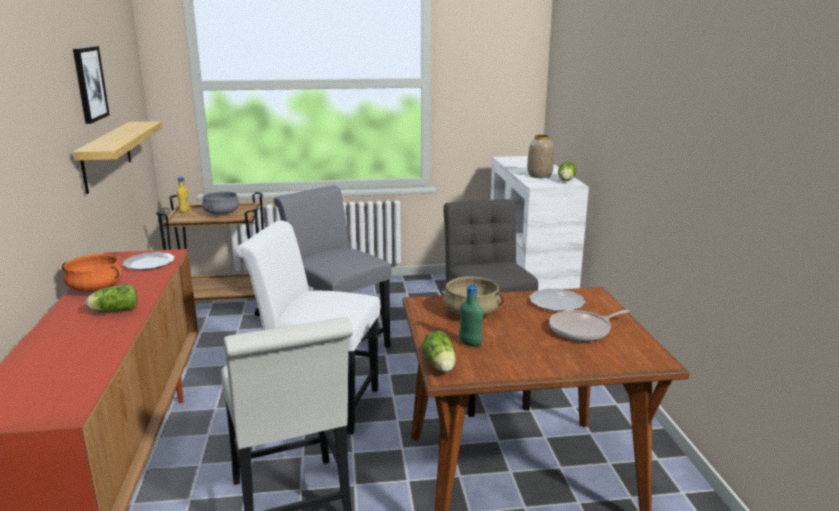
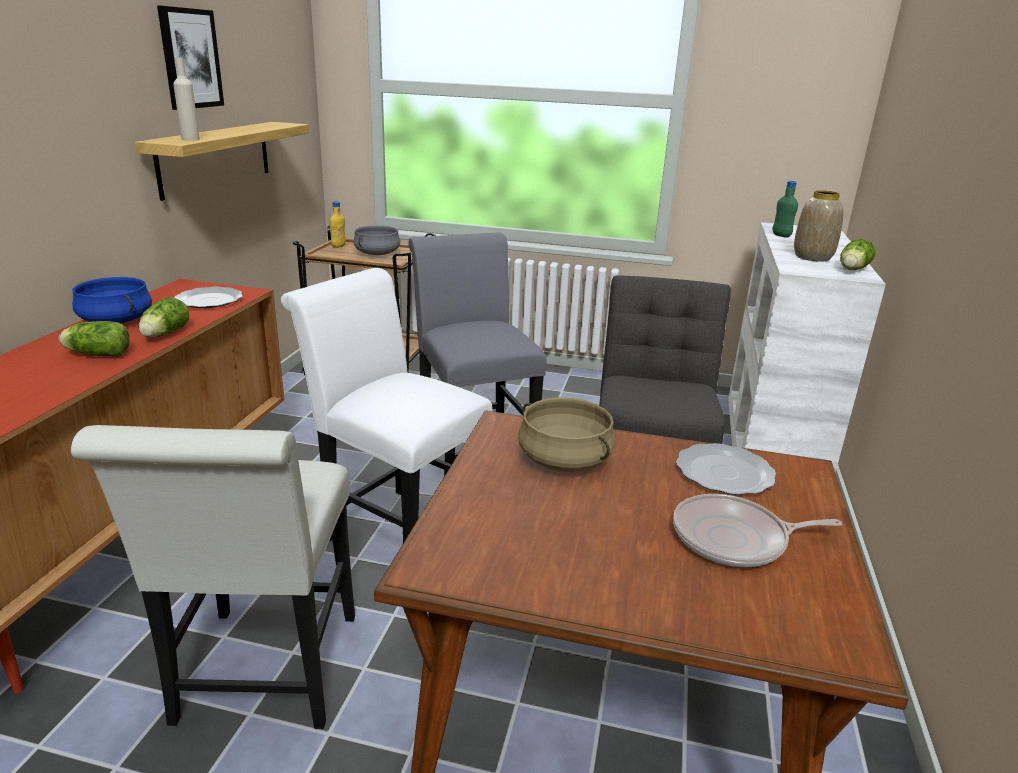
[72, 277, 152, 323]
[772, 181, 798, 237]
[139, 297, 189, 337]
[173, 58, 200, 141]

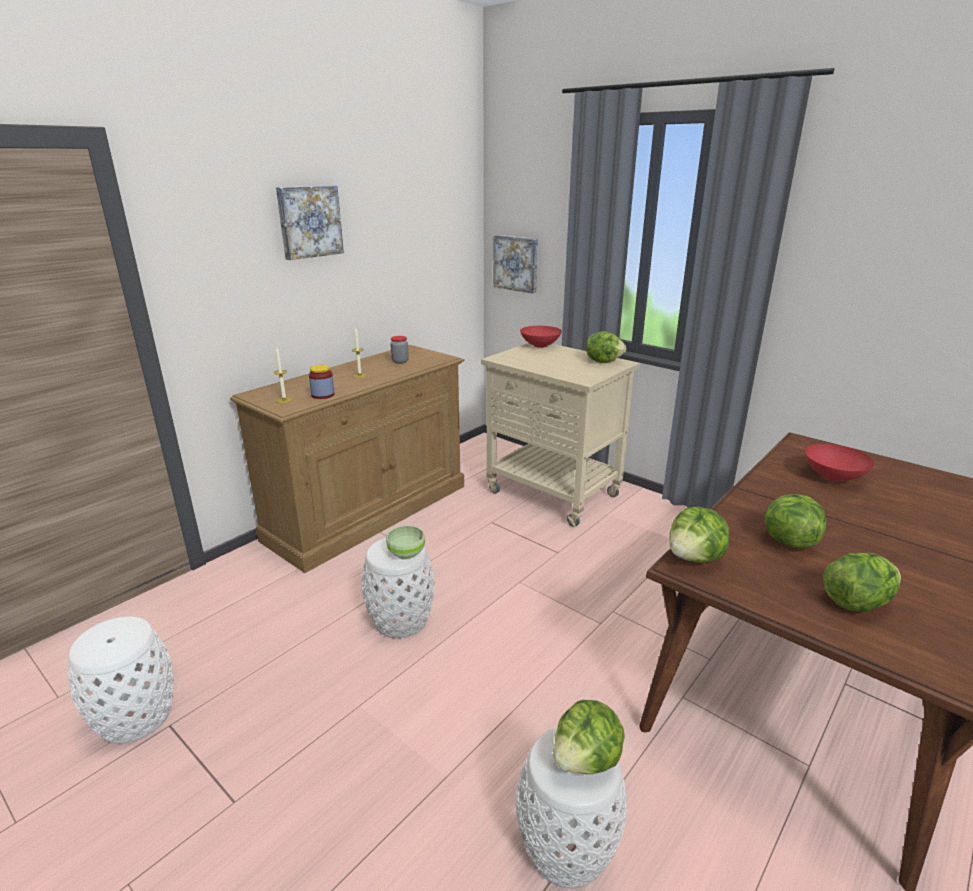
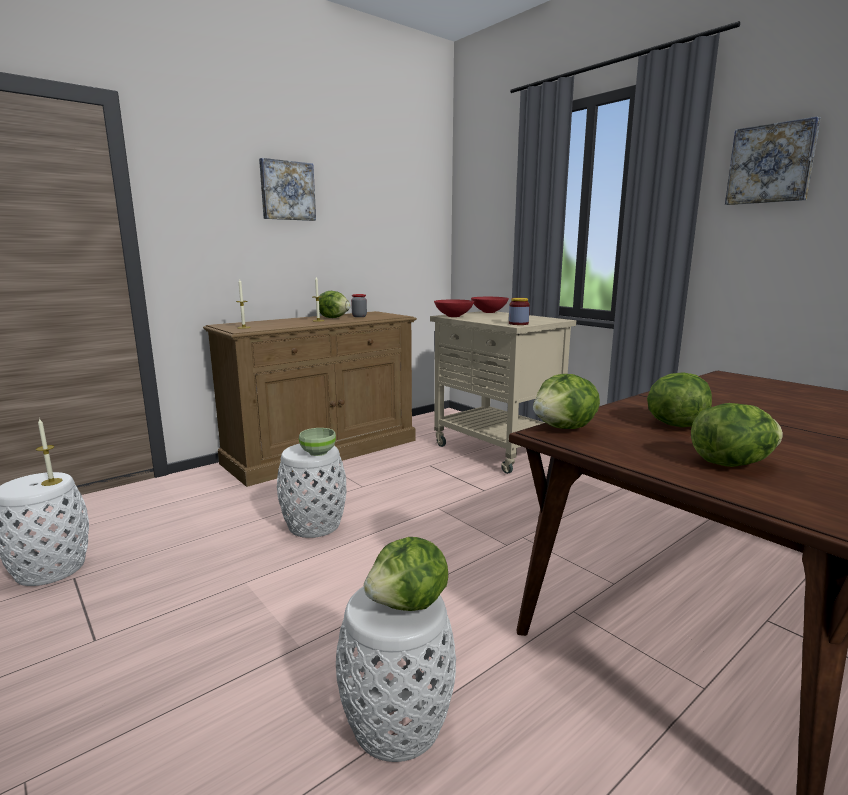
[725, 116, 821, 205]
[319, 291, 350, 318]
[509, 298, 530, 325]
[434, 300, 474, 317]
[36, 418, 62, 486]

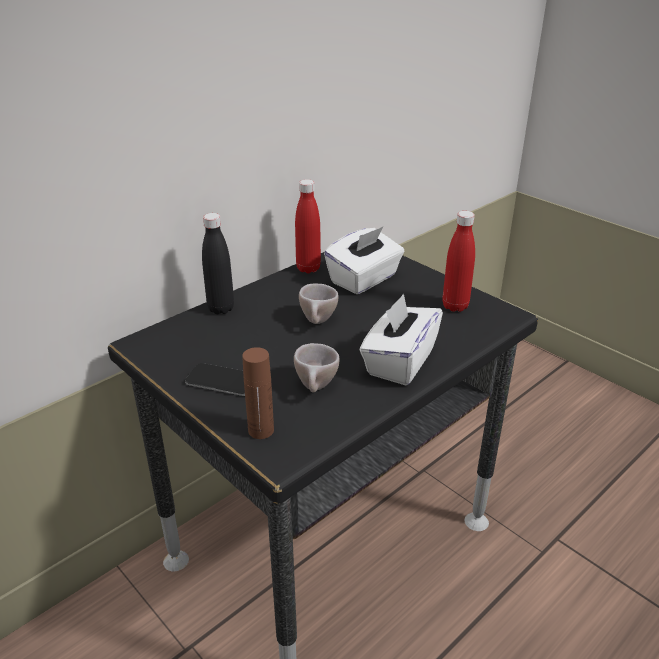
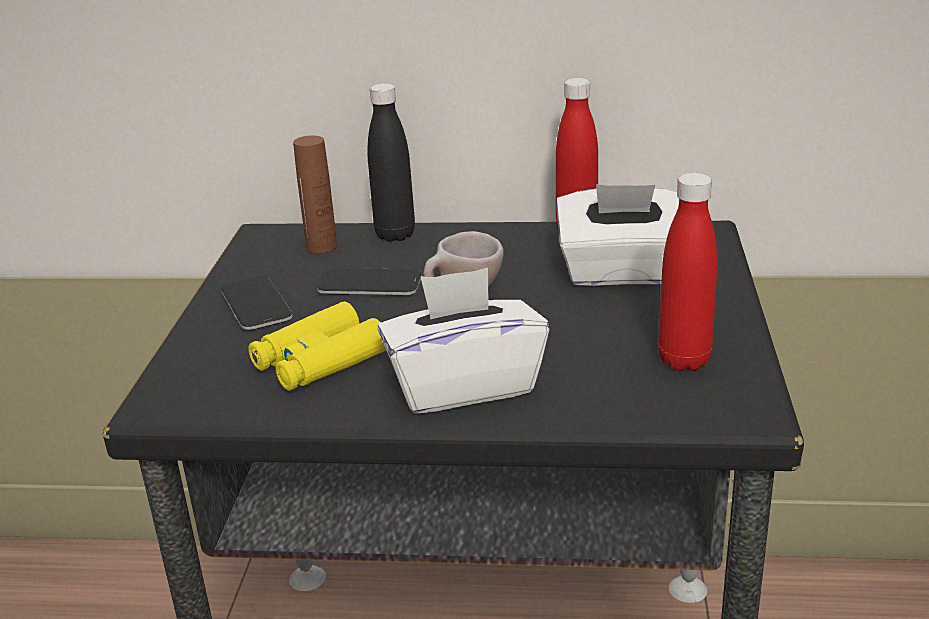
[248, 301, 386, 391]
[293, 135, 337, 253]
[317, 268, 422, 295]

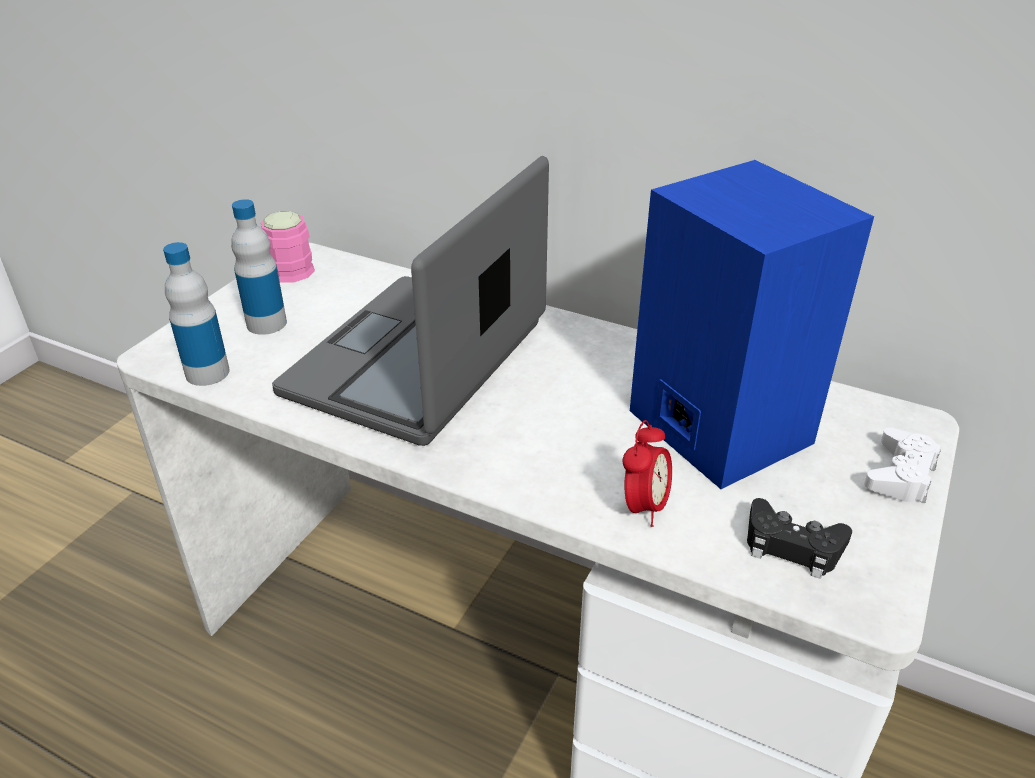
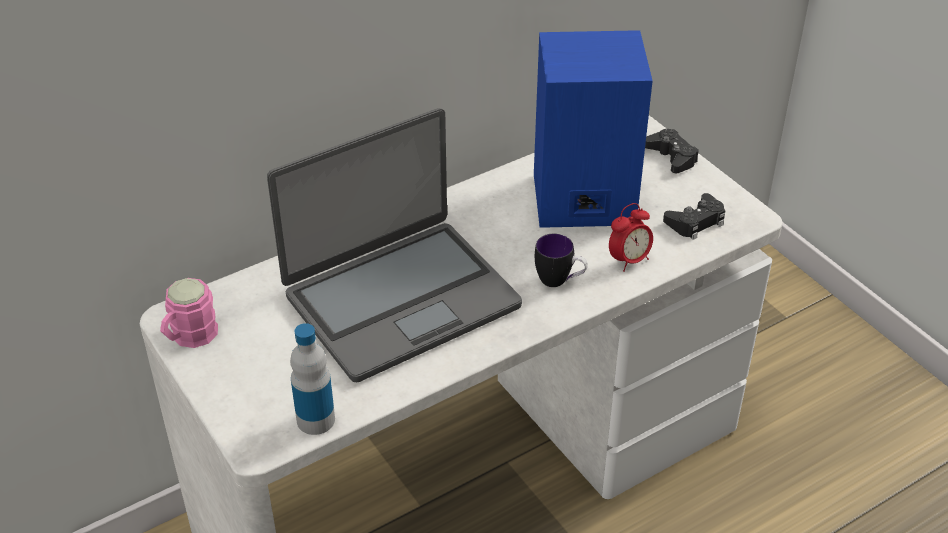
[267, 108, 522, 382]
[231, 199, 287, 335] (first image)
[609, 203, 653, 272]
[645, 129, 699, 173]
[535, 234, 588, 287]

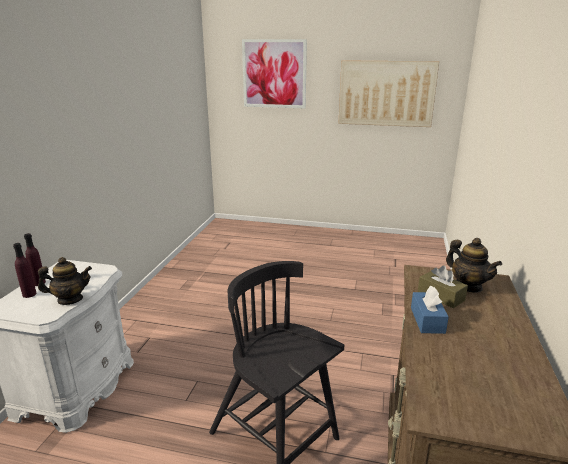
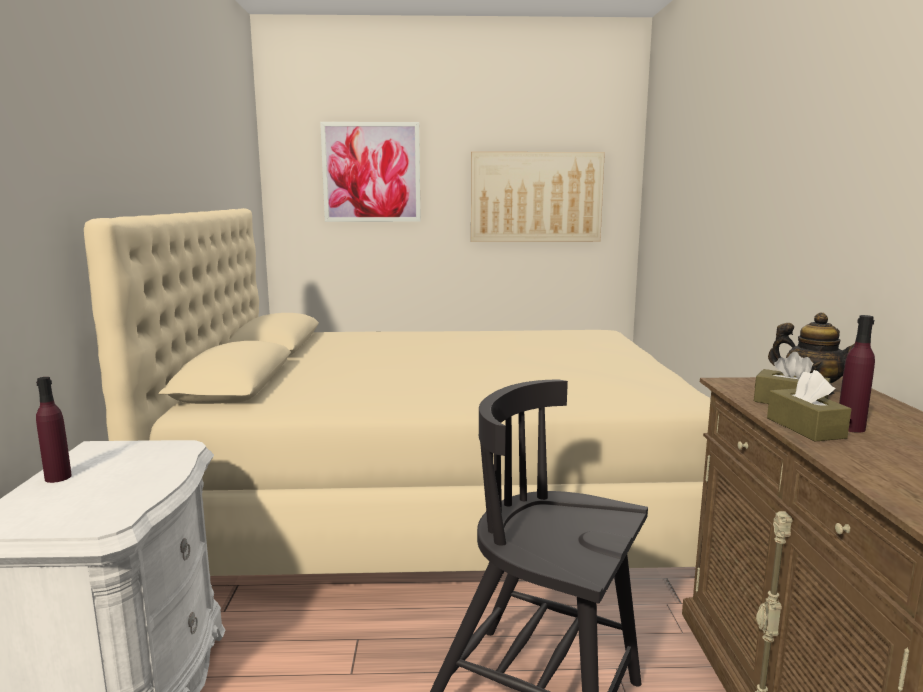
[839, 315, 875, 433]
[38, 257, 92, 305] (first image)
[767, 370, 851, 441]
[84, 208, 711, 576]

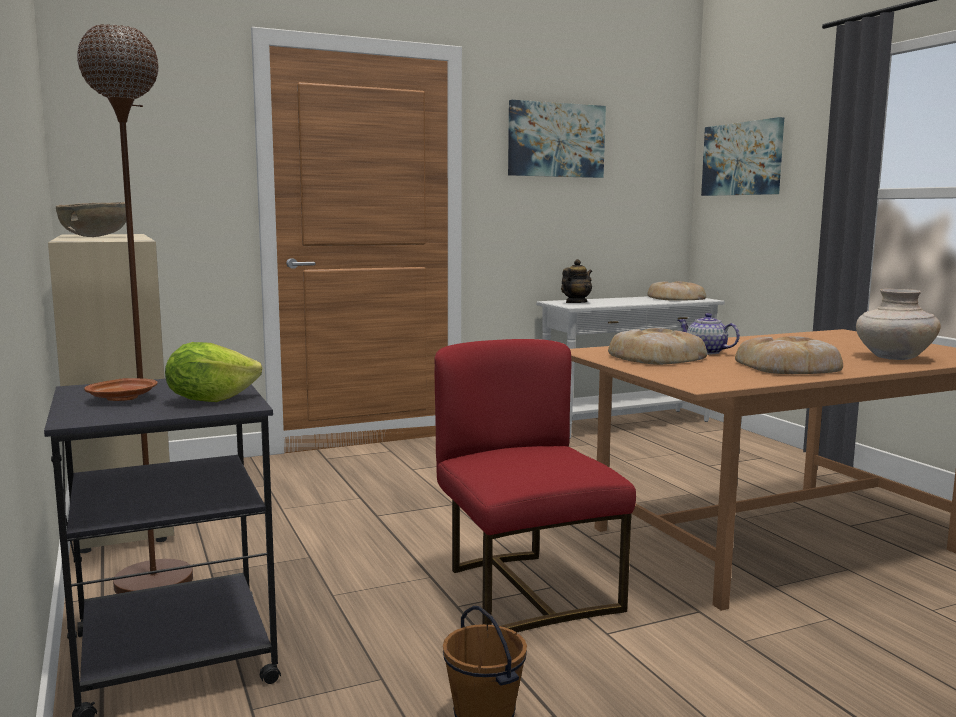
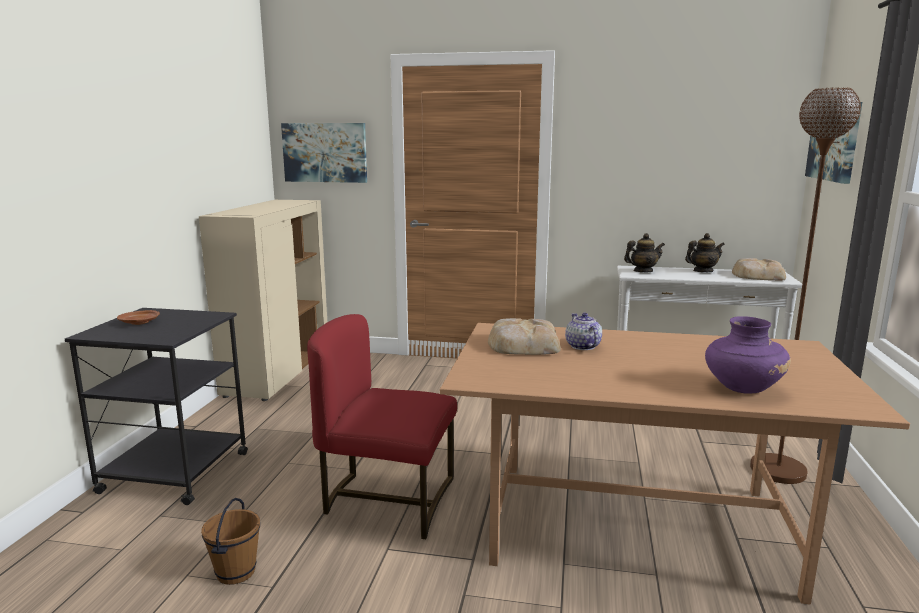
[750, 87, 861, 484]
[281, 123, 367, 183]
[56, 202, 126, 237] (first image)
[705, 316, 791, 394]
[735, 336, 843, 374] (first image)
[307, 314, 457, 539]
[165, 342, 262, 402] (first image)
[685, 233, 725, 272]

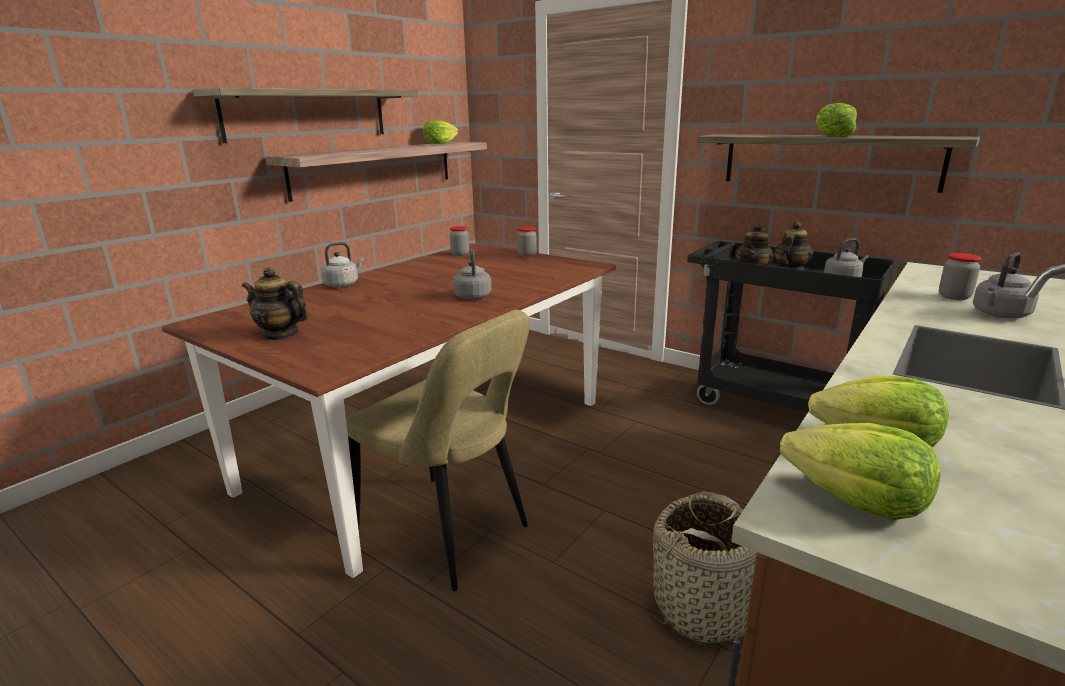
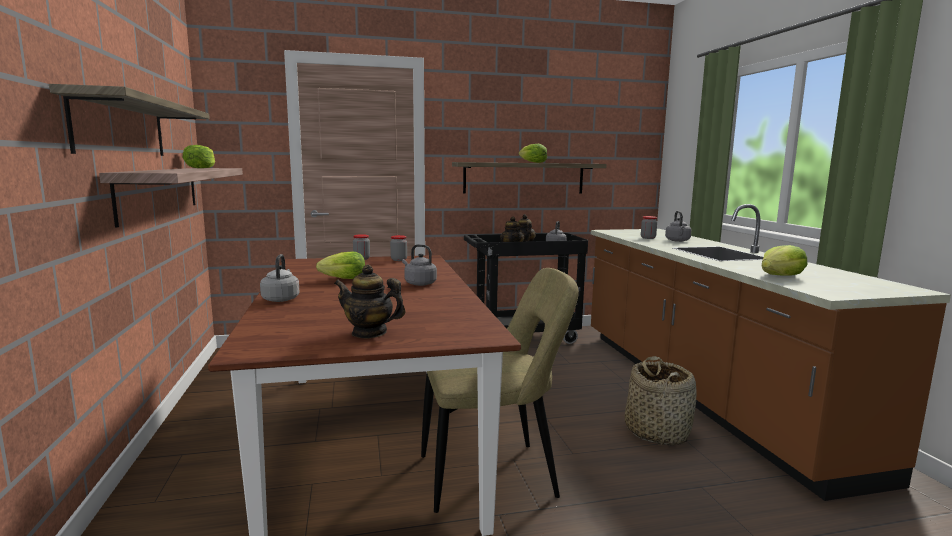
[390, 235, 407, 261]
[334, 264, 406, 339]
[316, 252, 365, 279]

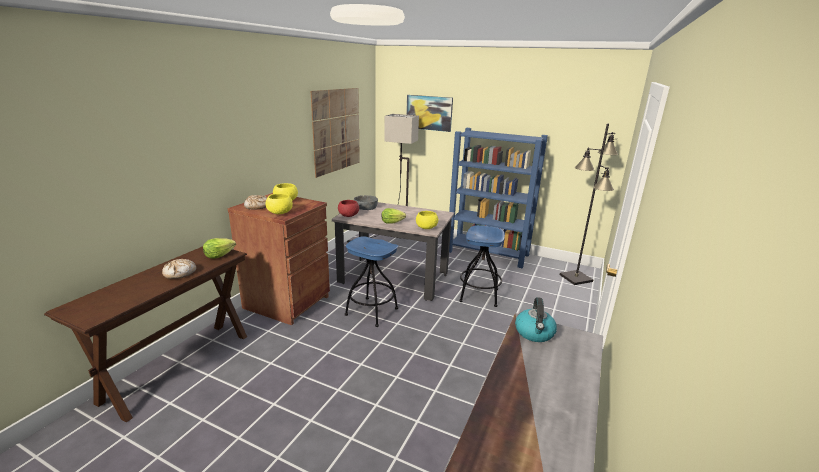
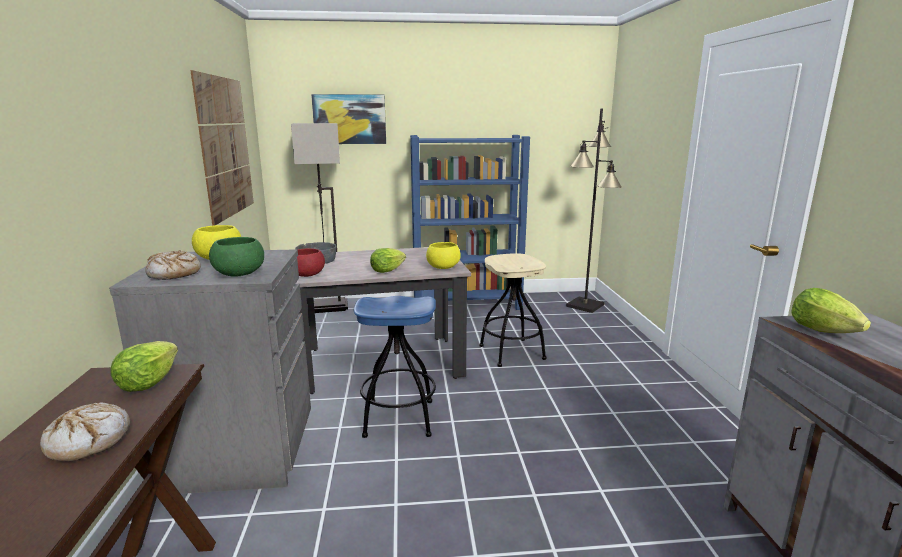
[109, 249, 311, 494]
[209, 237, 264, 277]
[479, 253, 546, 367]
[792, 288, 871, 333]

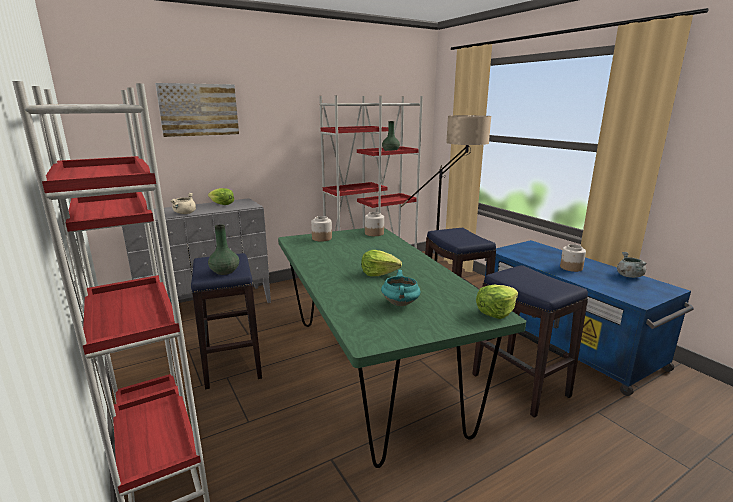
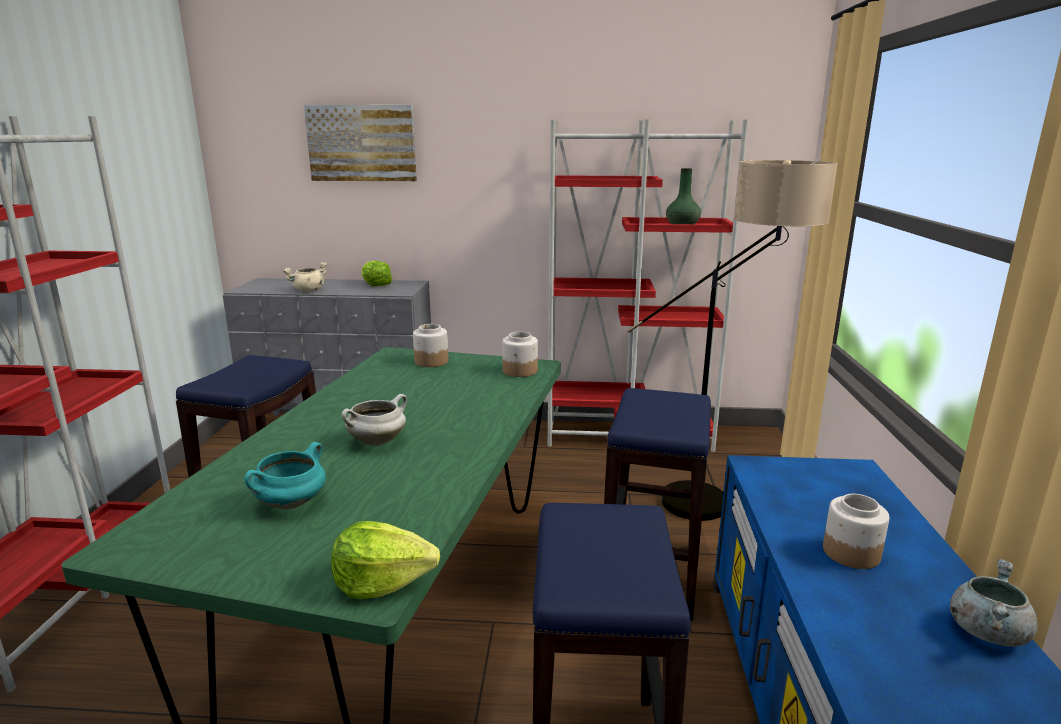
[208, 224, 239, 275] (first image)
[341, 394, 407, 446]

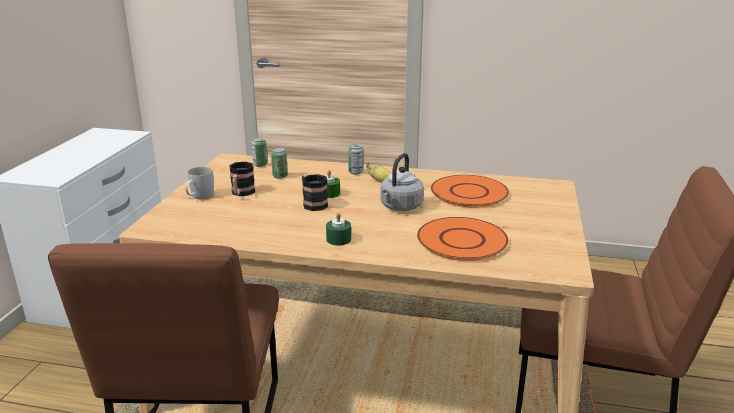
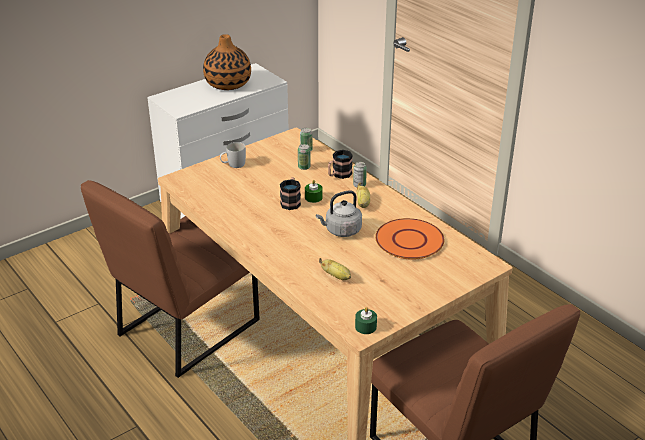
[328, 150, 353, 179]
[355, 307, 377, 334]
[319, 258, 351, 280]
[203, 34, 251, 90]

